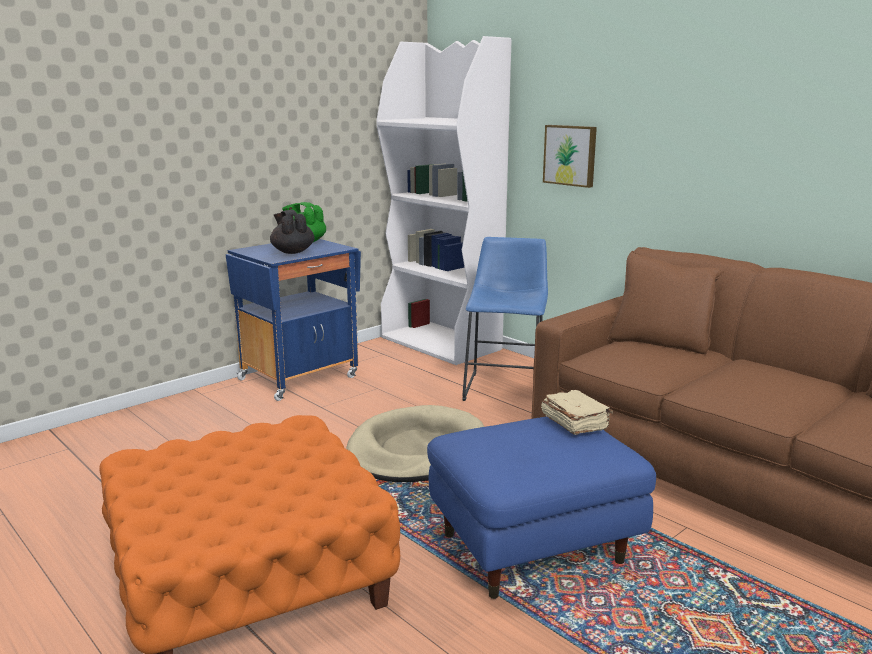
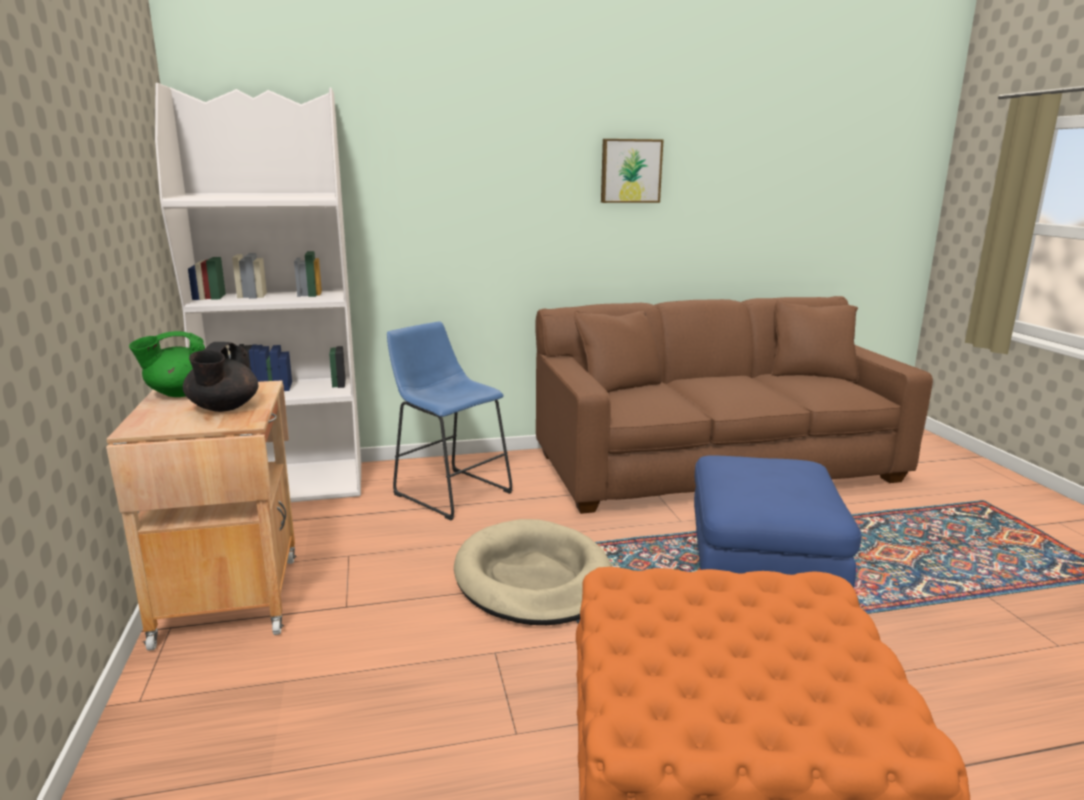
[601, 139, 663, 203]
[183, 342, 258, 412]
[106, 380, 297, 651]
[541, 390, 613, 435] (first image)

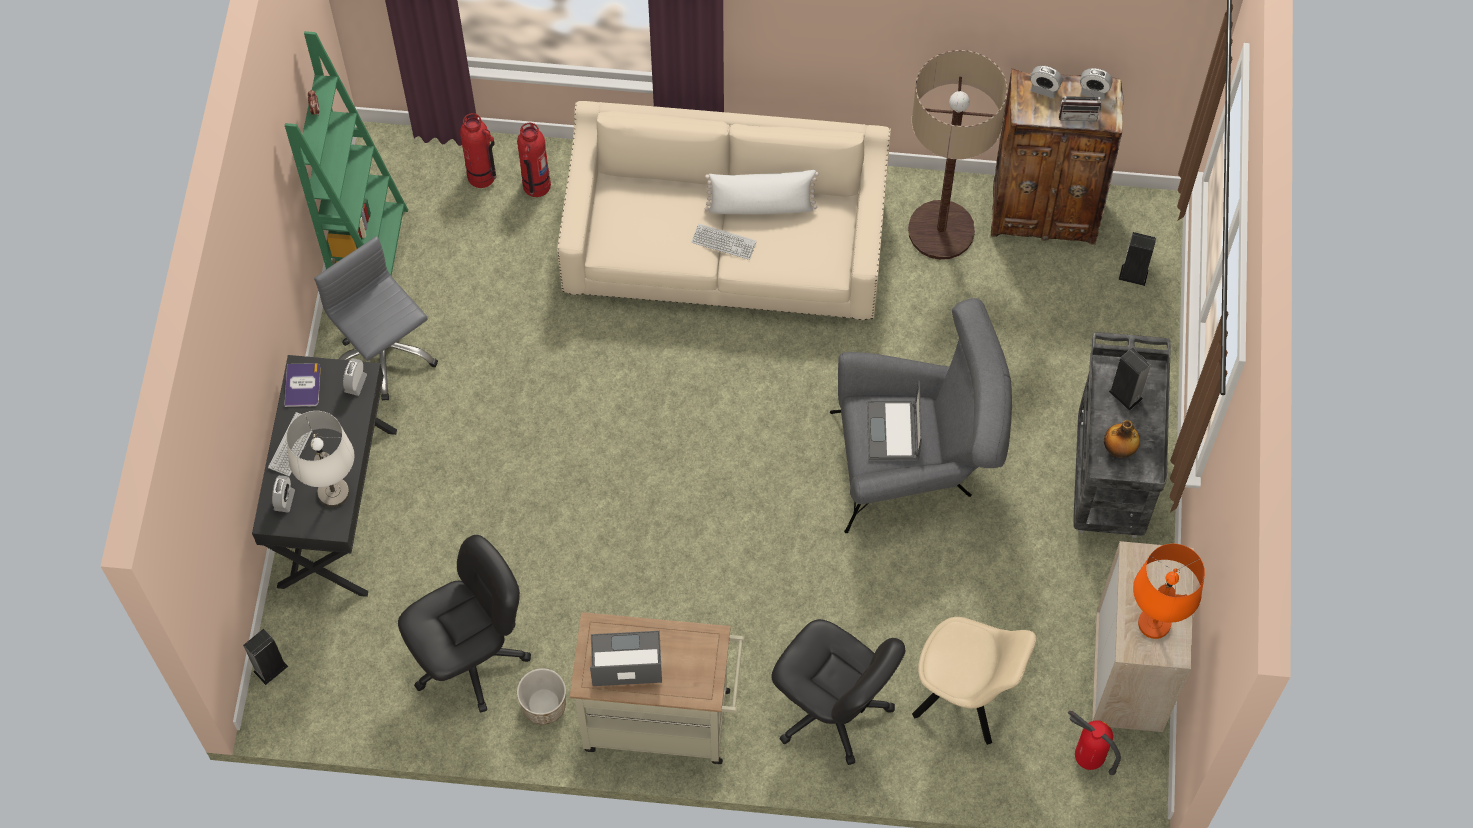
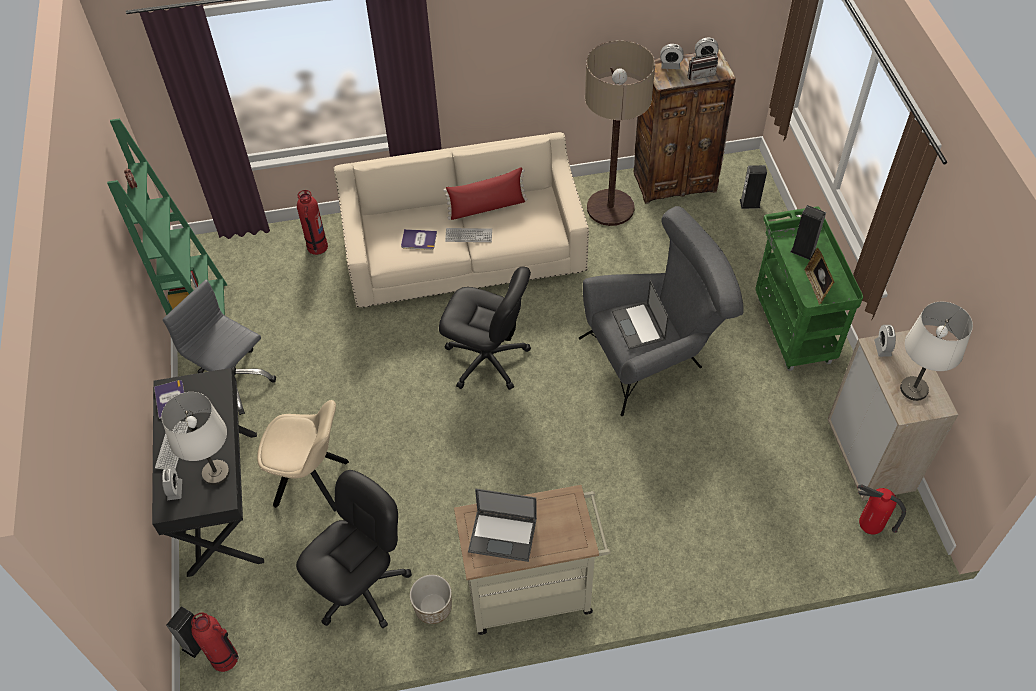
[191, 612, 239, 672]
[443, 167, 528, 220]
[755, 206, 863, 371]
[874, 325, 896, 357]
[804, 248, 834, 304]
[900, 302, 973, 401]
[257, 400, 349, 511]
[439, 267, 531, 390]
[468, 489, 537, 562]
[401, 229, 437, 250]

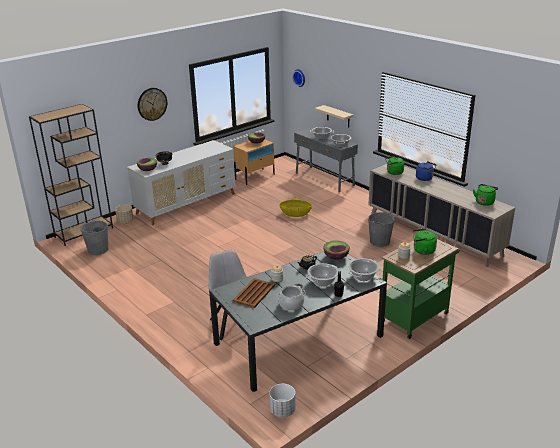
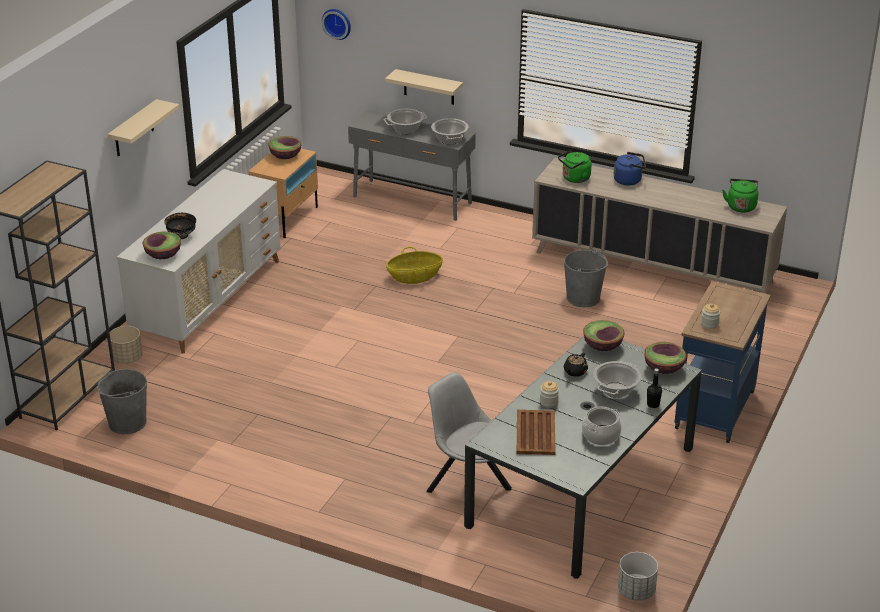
[108, 99, 179, 157]
[413, 228, 437, 255] (first image)
[674, 281, 771, 443]
[644, 342, 687, 374]

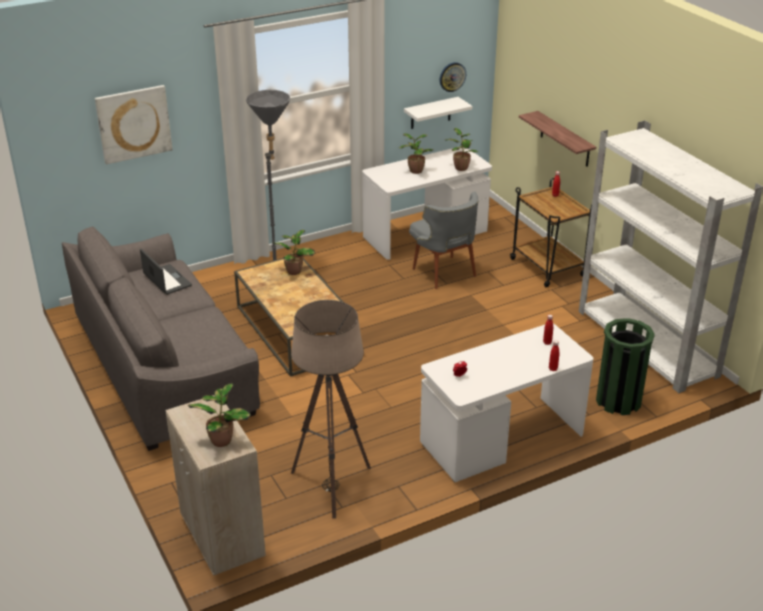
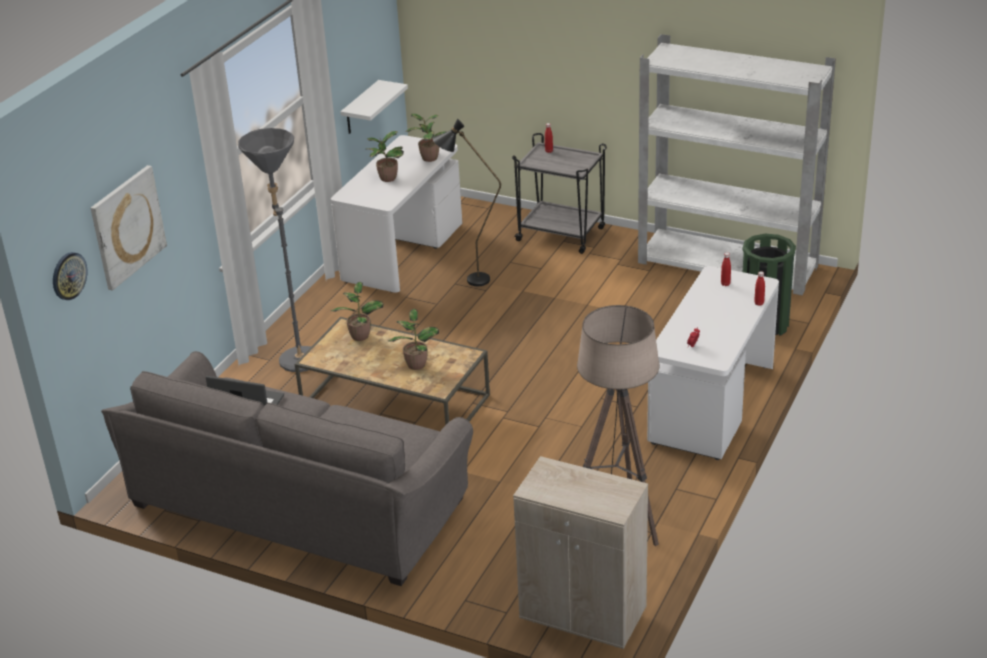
[53, 252, 88, 300]
[519, 111, 596, 167] (first image)
[512, 133, 607, 254]
[433, 119, 501, 286]
[388, 309, 439, 370]

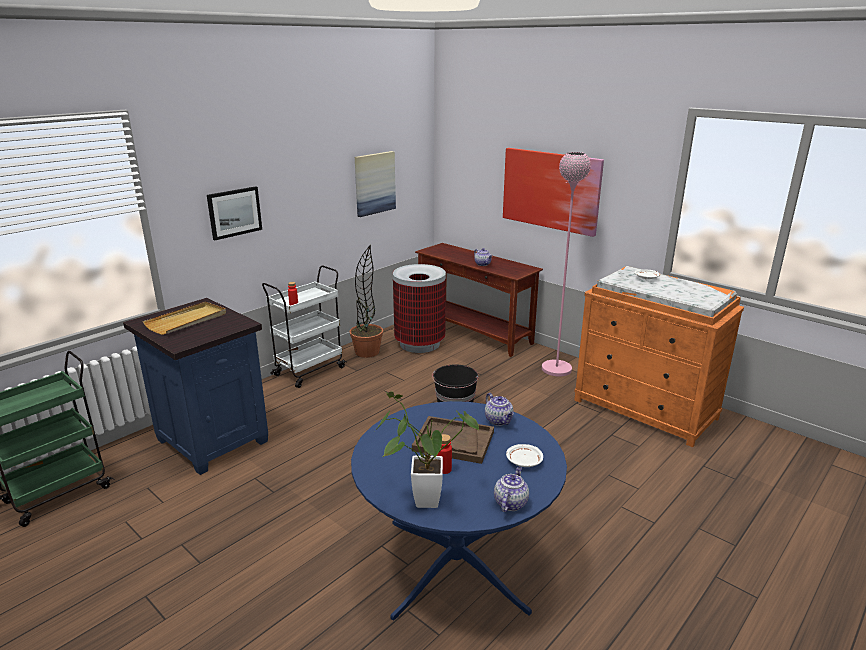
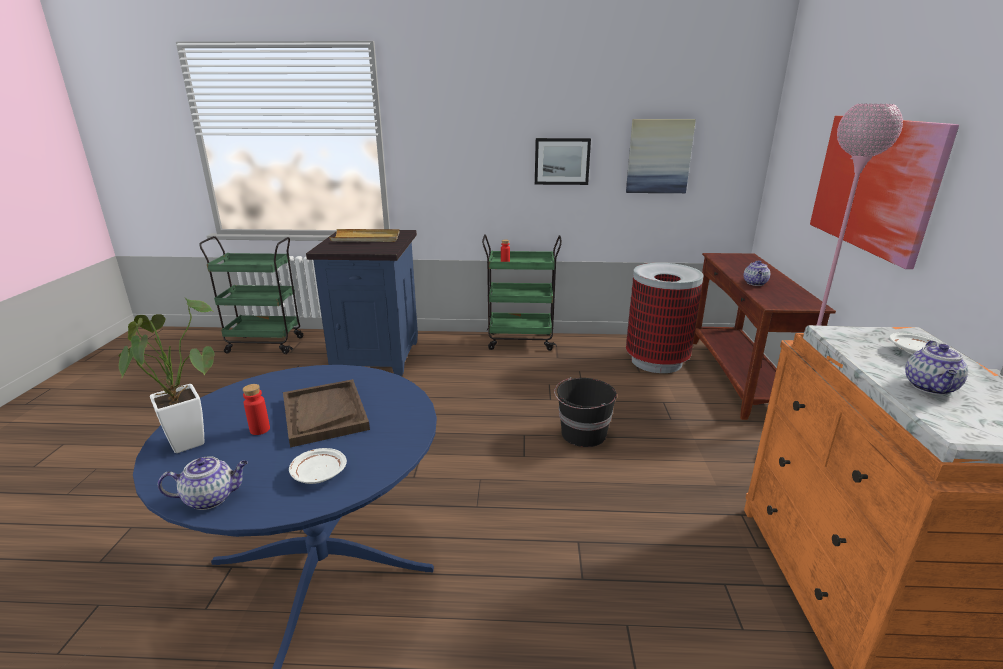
[535, 138, 591, 185]
[349, 244, 383, 358] (first image)
[482, 234, 562, 351]
[905, 340, 968, 395]

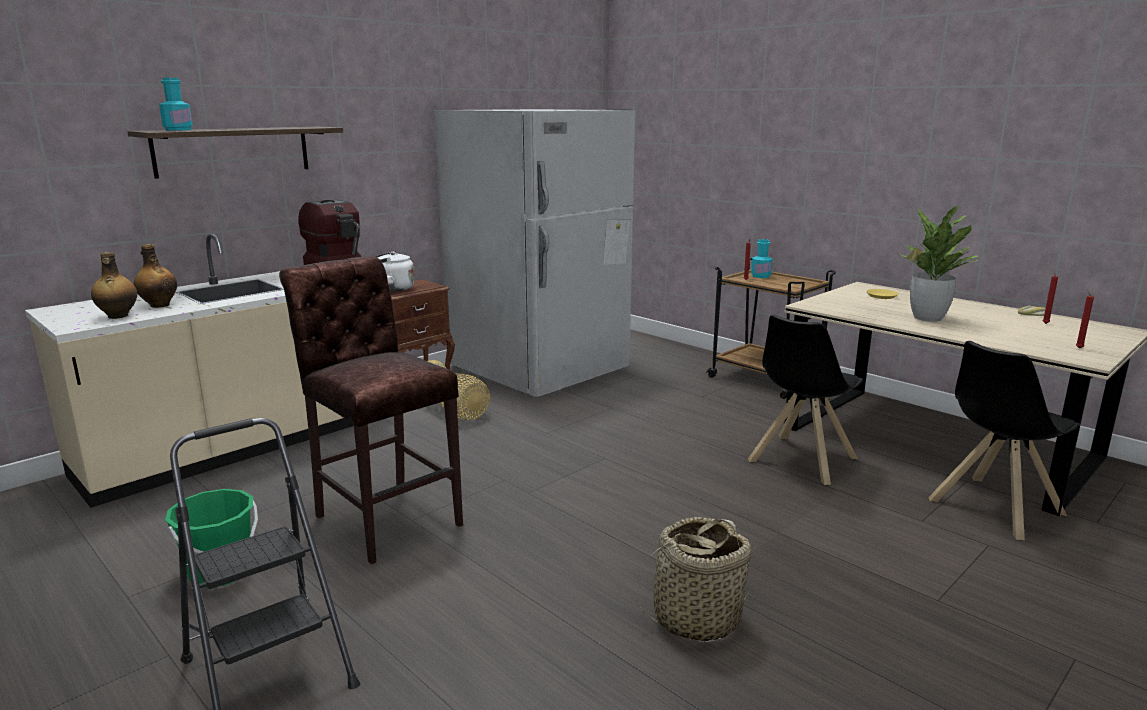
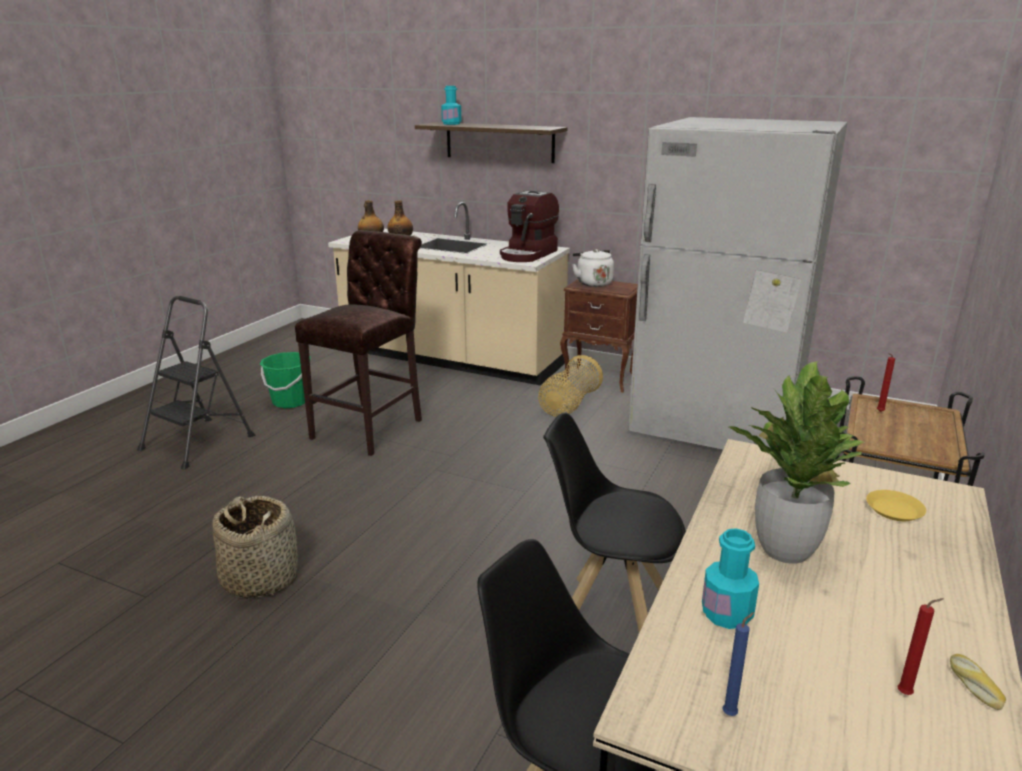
[702, 528, 759, 629]
[723, 612, 754, 716]

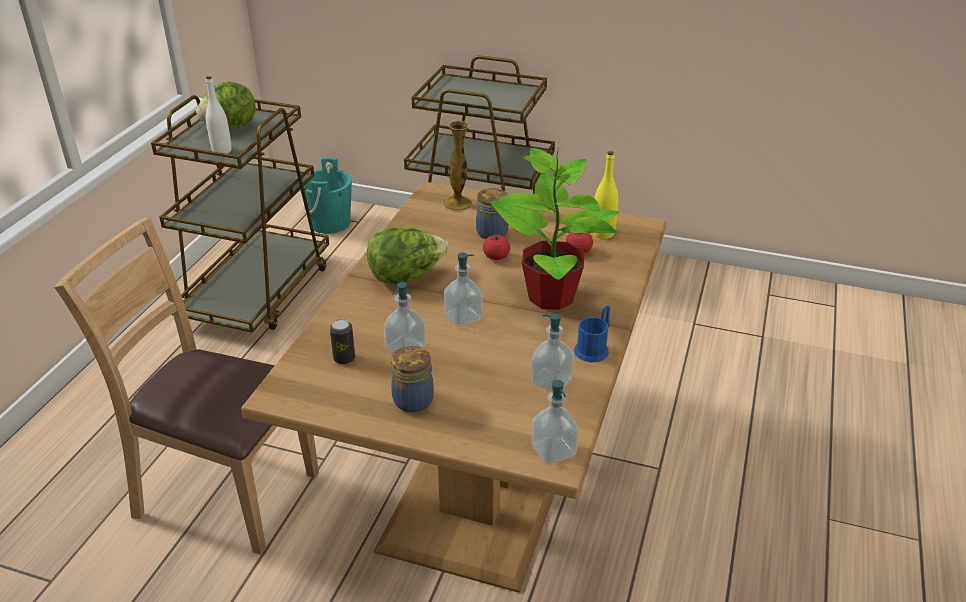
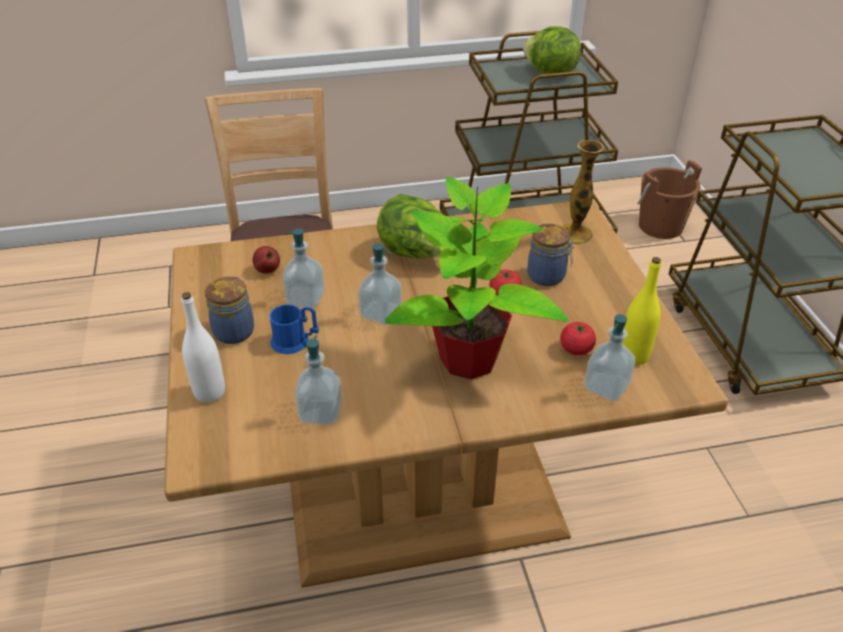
[181, 292, 225, 403]
[637, 160, 702, 239]
[270, 304, 319, 354]
[253, 246, 280, 274]
[584, 314, 635, 402]

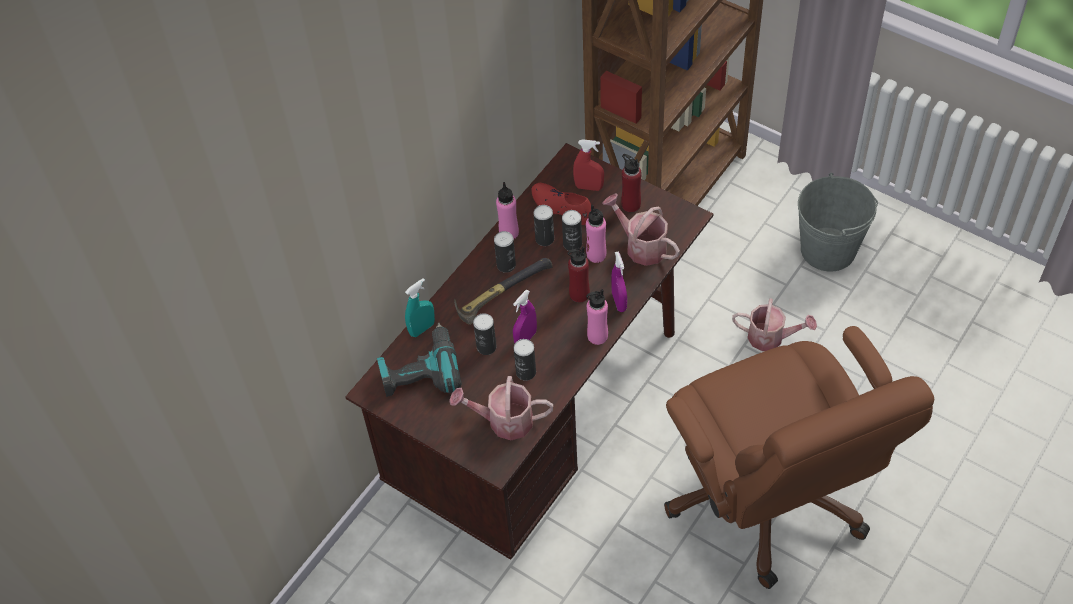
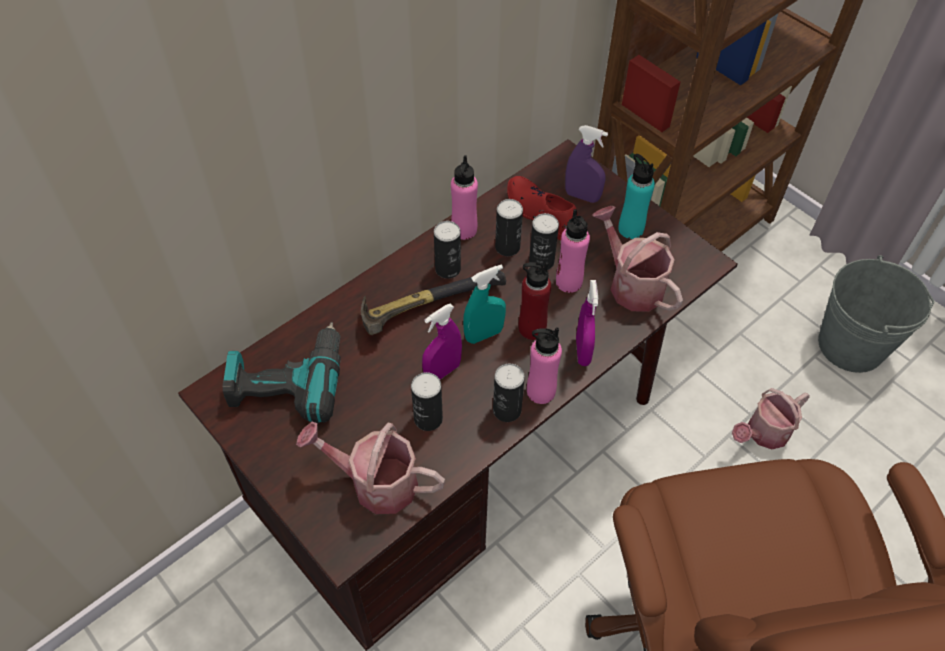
[565, 125, 608, 203]
[618, 154, 655, 239]
[463, 264, 506, 344]
[732, 388, 810, 449]
[493, 364, 525, 422]

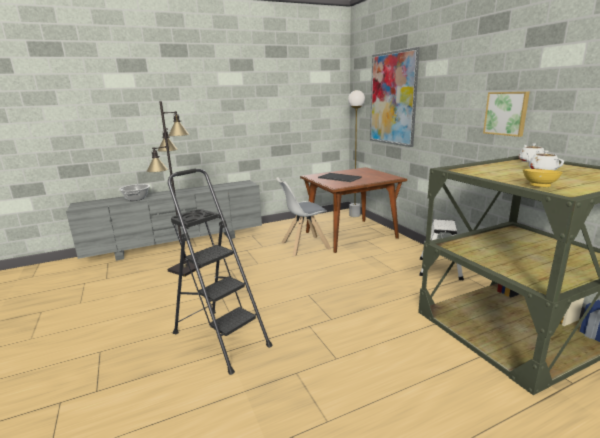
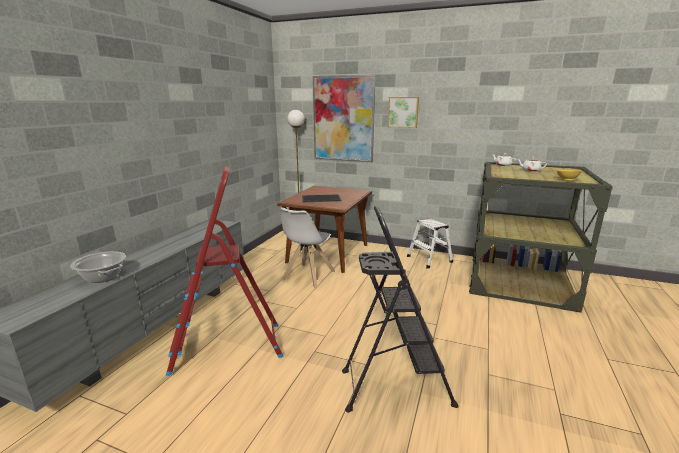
[388, 97, 419, 128]
[166, 166, 284, 376]

